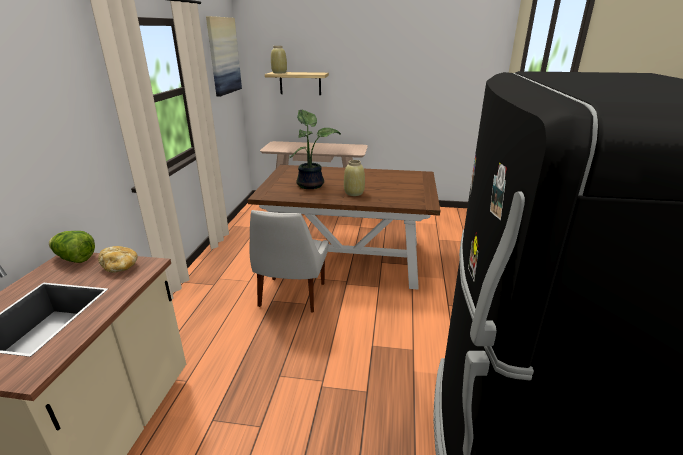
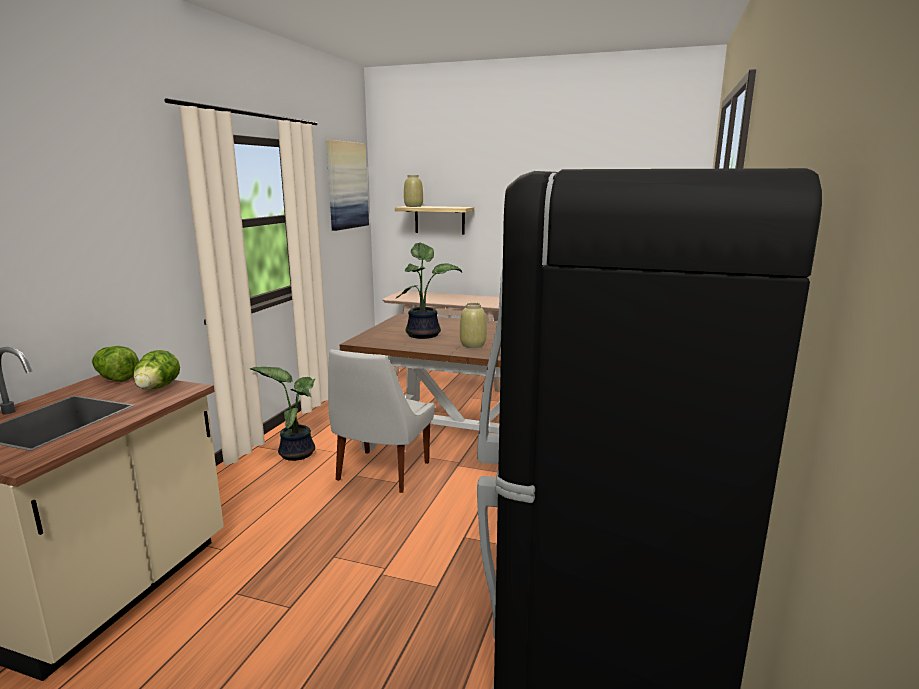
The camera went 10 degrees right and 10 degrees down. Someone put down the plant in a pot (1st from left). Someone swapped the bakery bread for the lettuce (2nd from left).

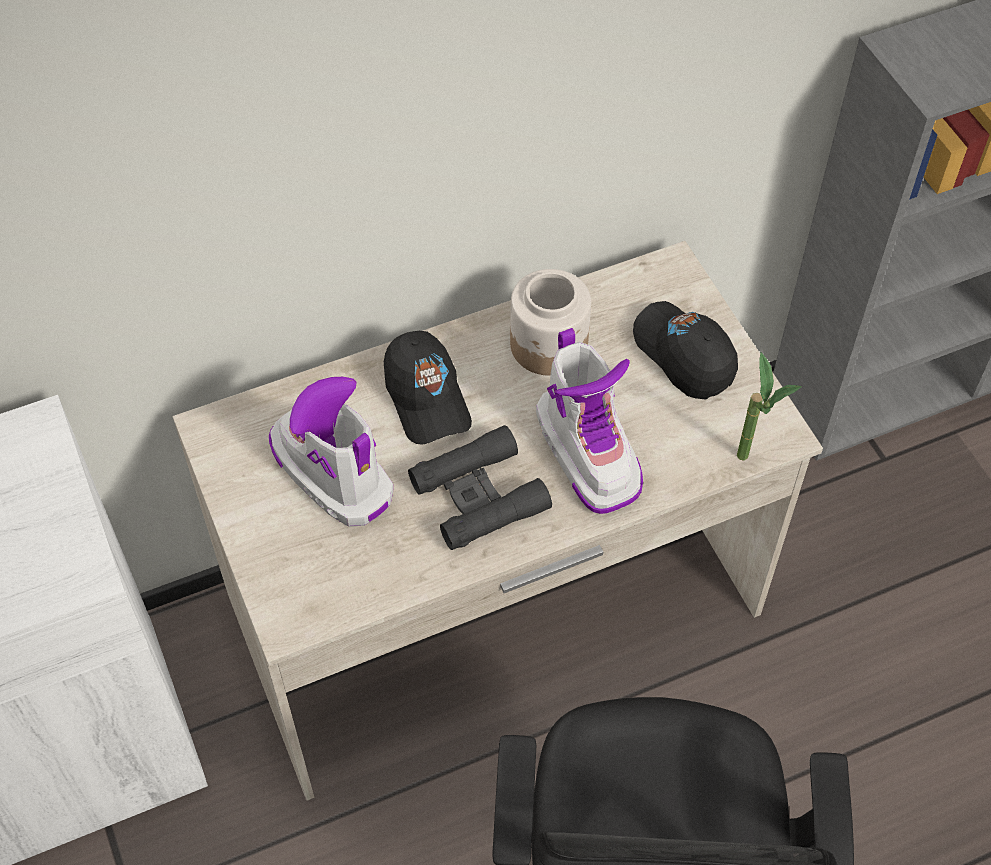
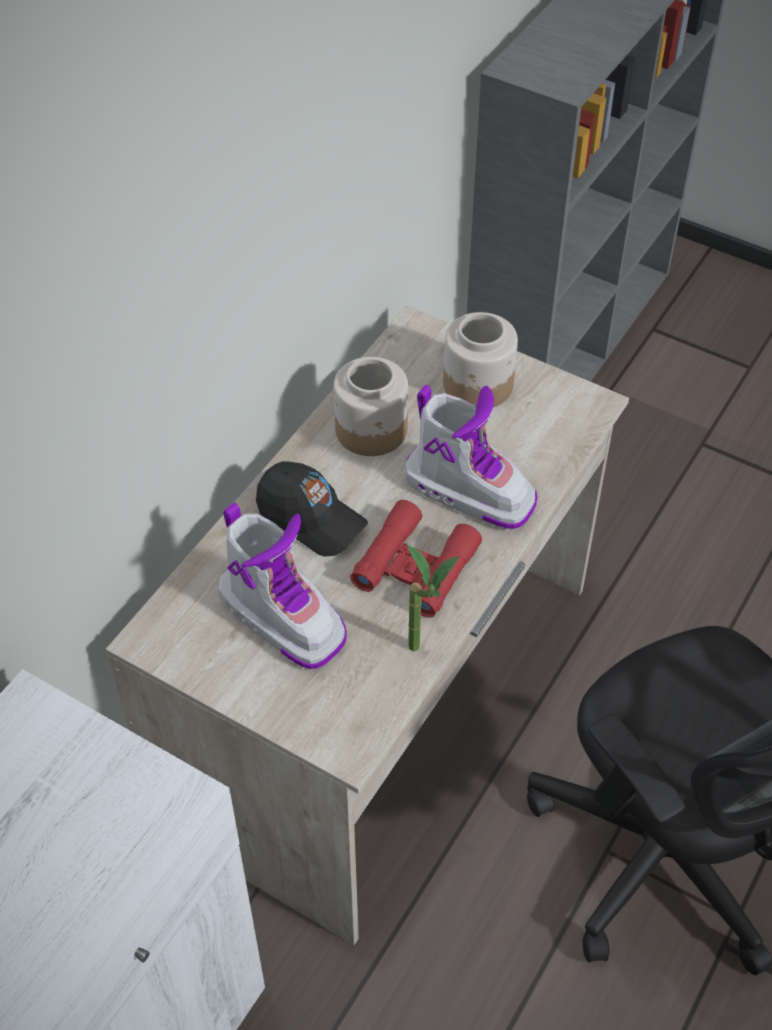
The camera went 35 degrees left and 5 degrees down. Someone carried the plant in a pot. Someone swapped the blackish peaked cap (2nd from left) for the preserve jar (2nd from left). Someone repainted the blackish binoculars, which became the red-coloured binoculars. Someone rotated the boot (1st from left) by 150 degrees counterclockwise.

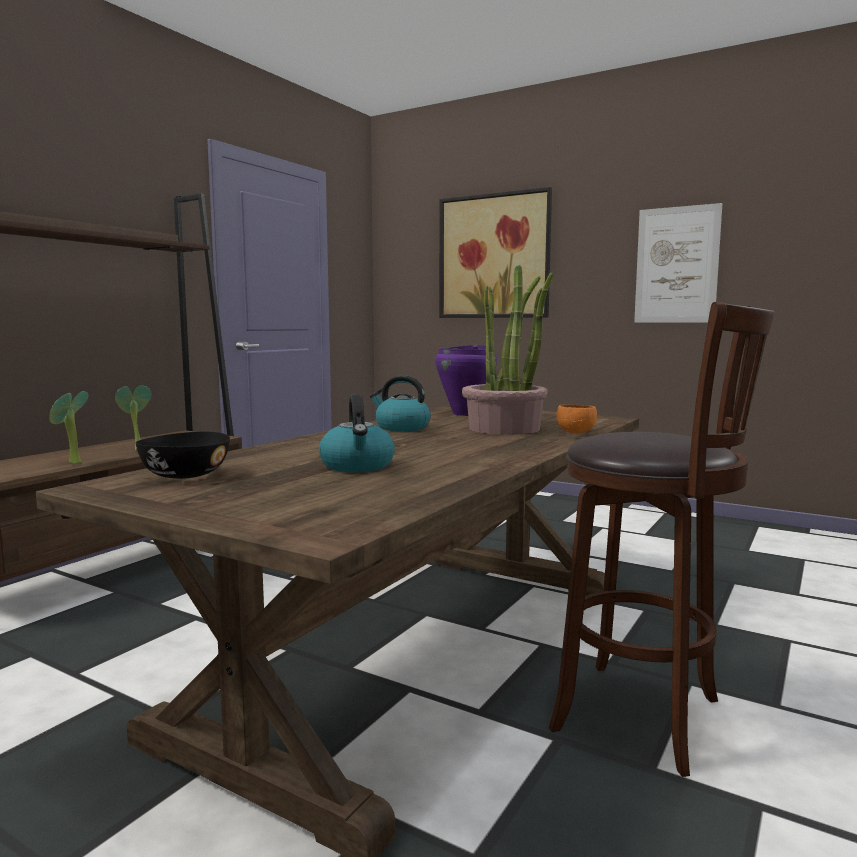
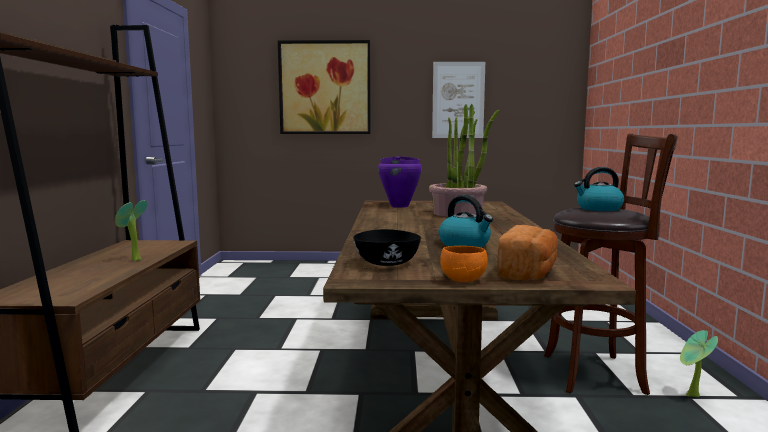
The camera went 30 degrees left and 0 degrees up. Someone put down the bakery bread. Someone carried the plant in a pot (1st from left in the first image). Someone carried the kettle (2nd from left). Someone carried the orange-coloured deep dish.

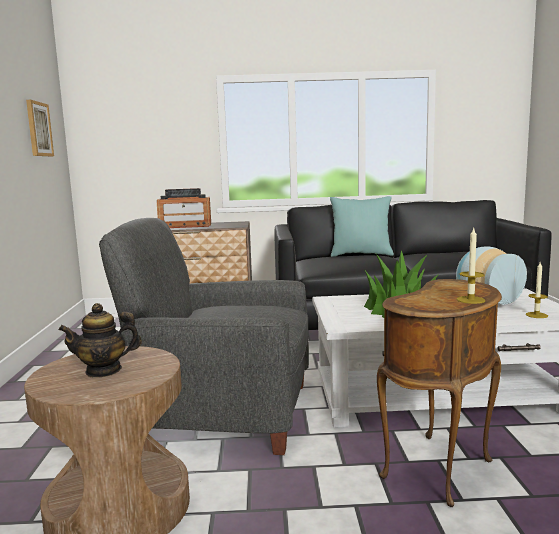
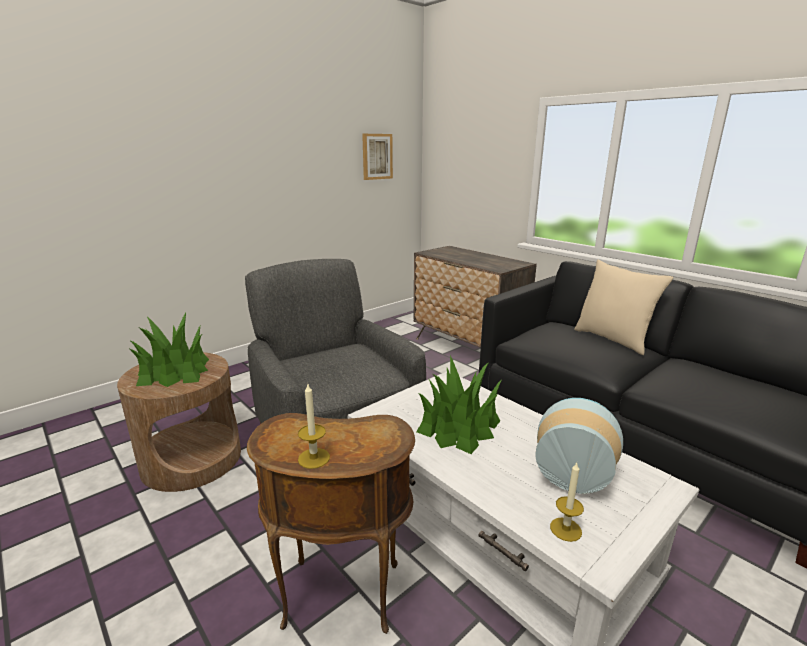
The camera went 50 degrees right and 10 degrees up. Someone took away the radio. Someone swapped the tea pot for the plant in a pot (1st from left). Someone repainted the blue-green pillow, which became the beige-coloured pillow.

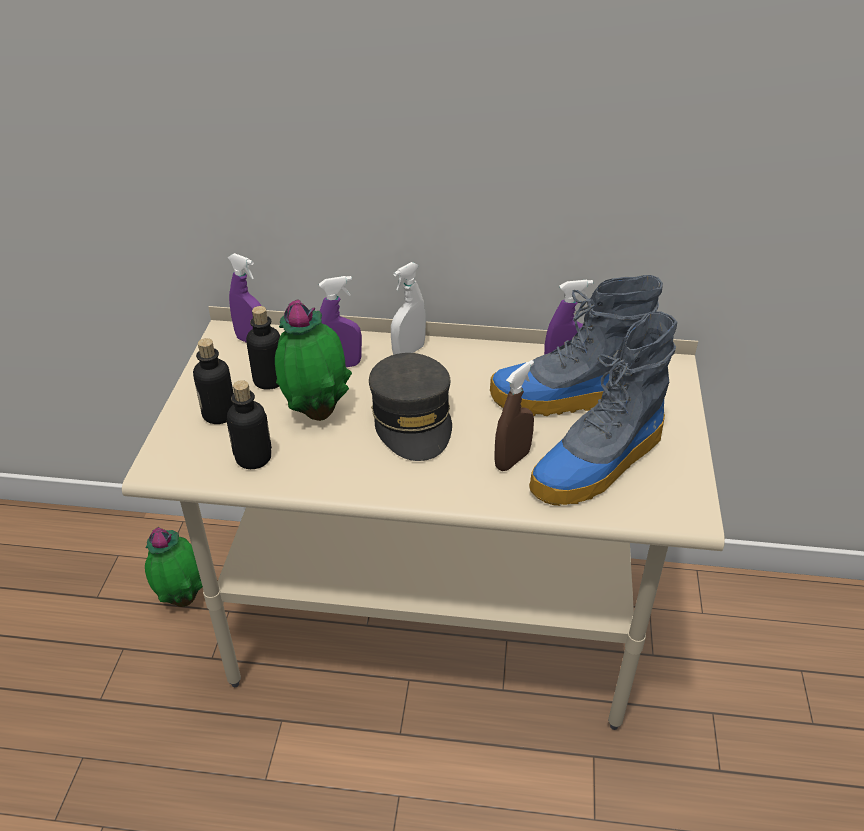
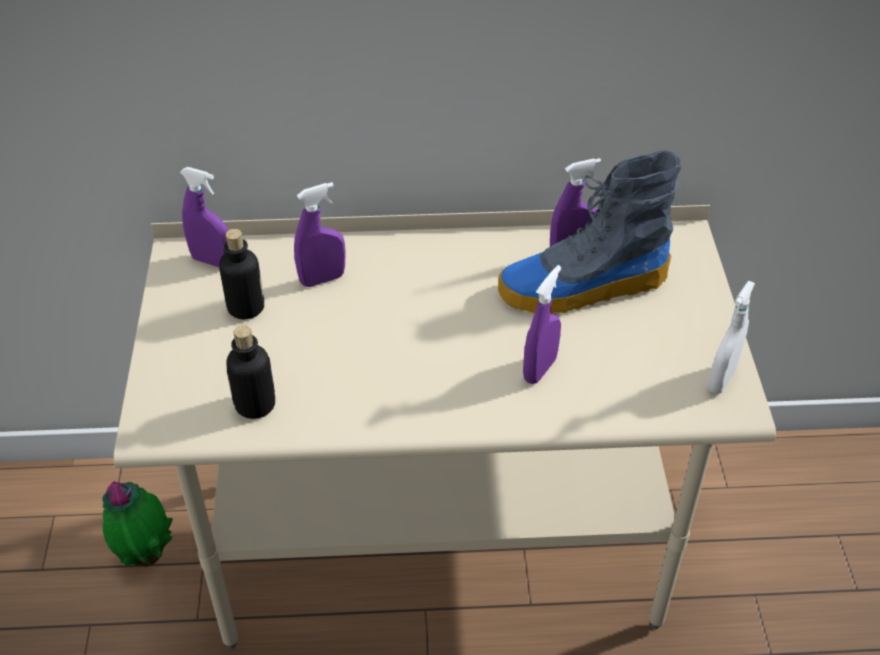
The camera went 10 degrees left and 5 degrees up. Someone took away the drink bottle (1st from left). Someone took away the plant in a pot (2nd from left). Someone took away the gray peaked cap. Someone took away the boot (2nd from left). Someone carried the whitish hand sprayer. Someone repainted the brown hand sprayer, which became the purple hand sprayer (3rd from left).

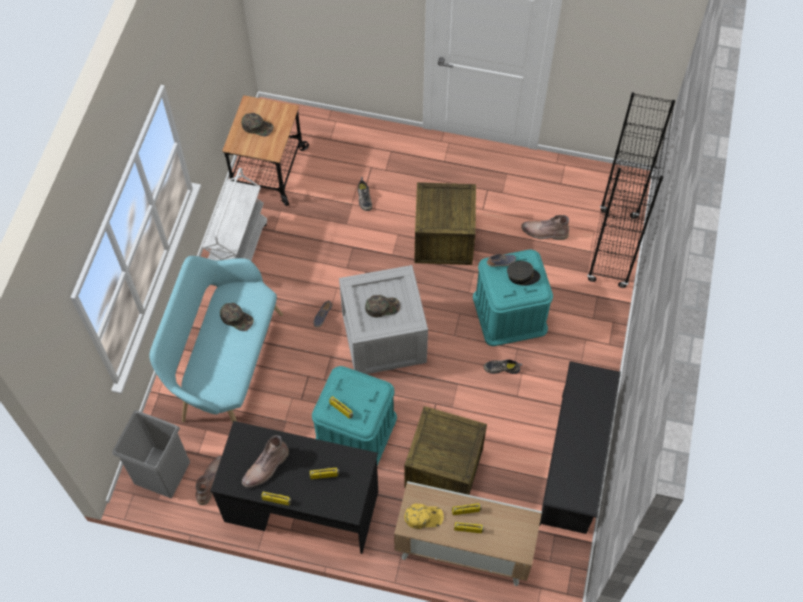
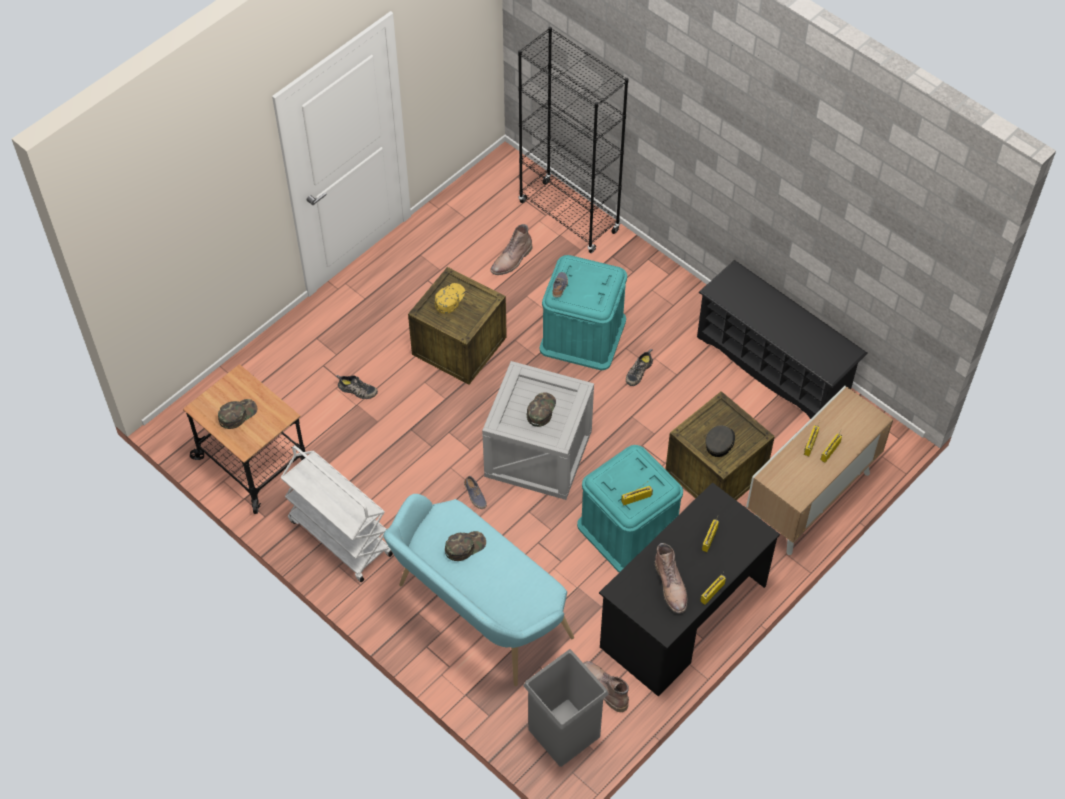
The camera went 60 degrees left and 5 degrees down. Someone carried the yellowish peaked cap. Someone carried the gray peaked cap.

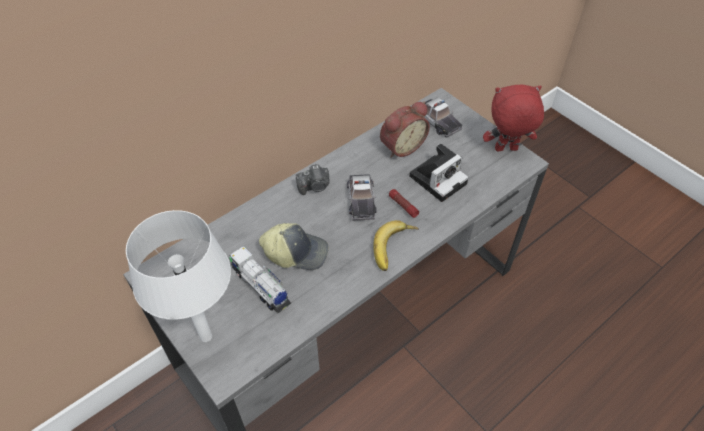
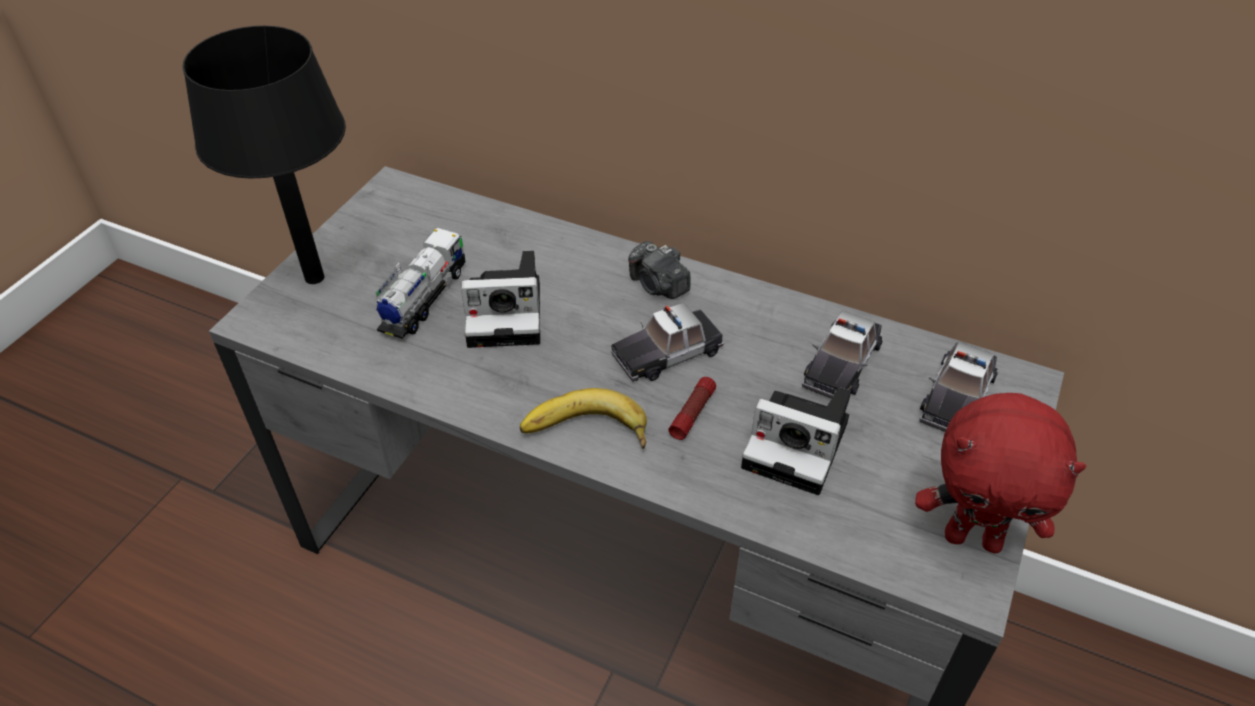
The camera went 65 degrees right and 5 degrees down. Someone swapped the peaked cap for the still camera (1st from left). Someone swapped the table clock for the toy car (2nd from left). Someone repainted the whitish lamp for a table, which became the blackish lamp for a table. Someone rotated the red-coloured plush toy by 135 degrees clockwise.

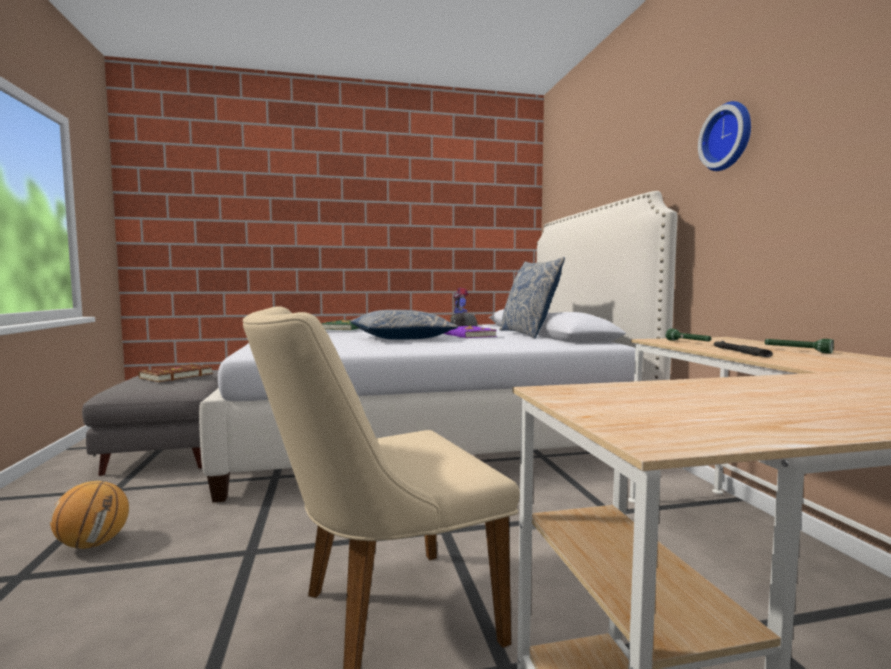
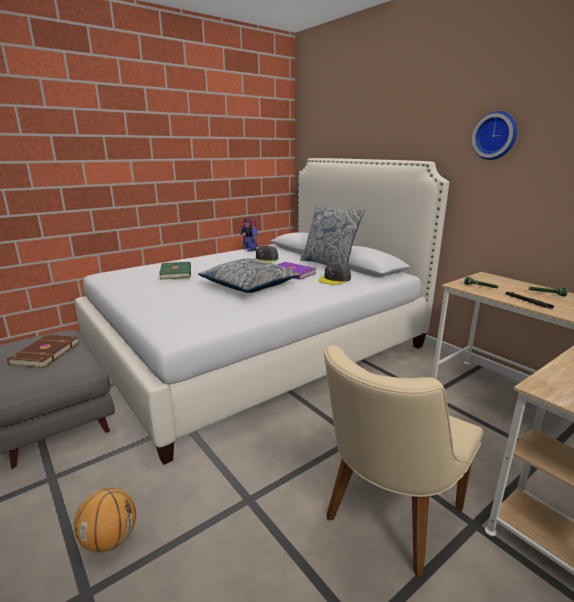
The camera went 25 degrees left and 15 degrees up. Someone put down the gray peaked cap (2nd from left).

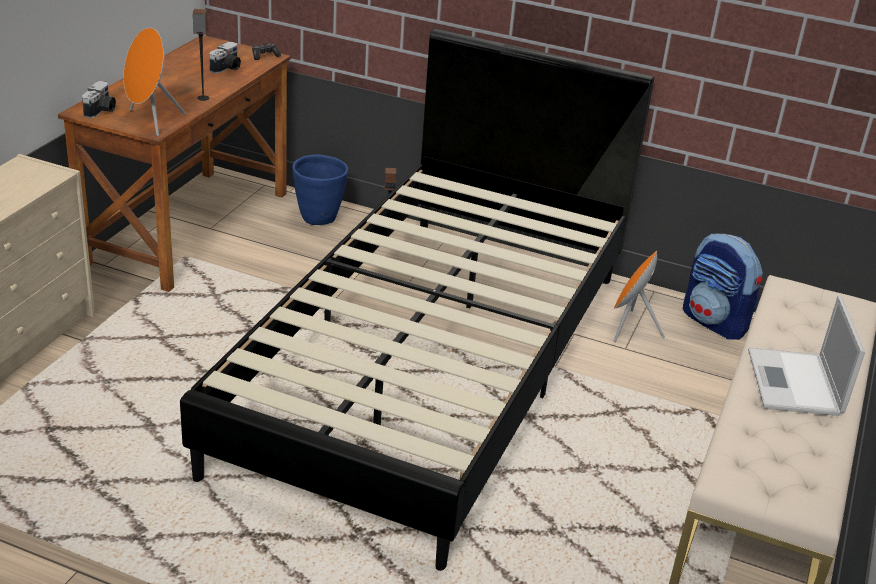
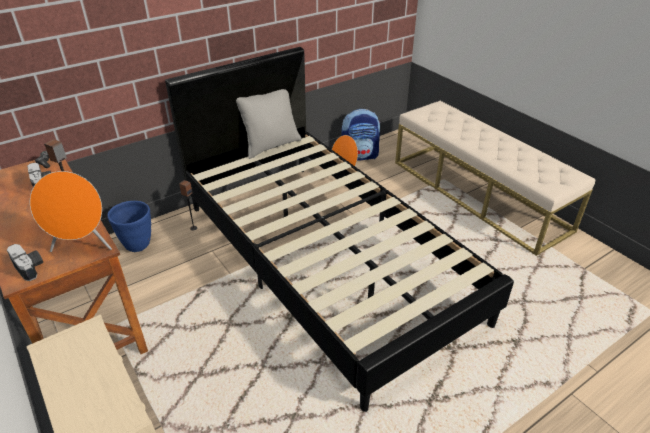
The camera went 55 degrees left and 5 degrees up. Someone took away the notebook computer. Someone put down the gray pillow.

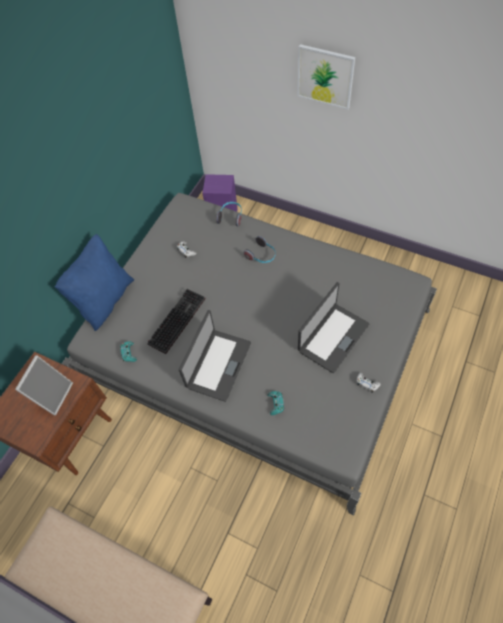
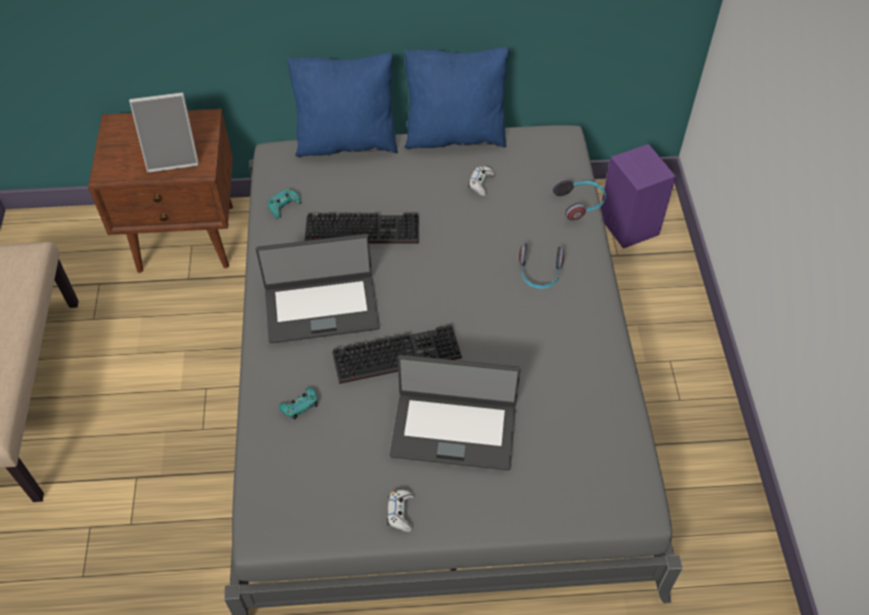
The camera went 55 degrees right and 5 degrees down. Someone took away the picture. Someone put down the keyboard (2nd from left). Someone put down the blue-coloured pillow (2nd from left).

